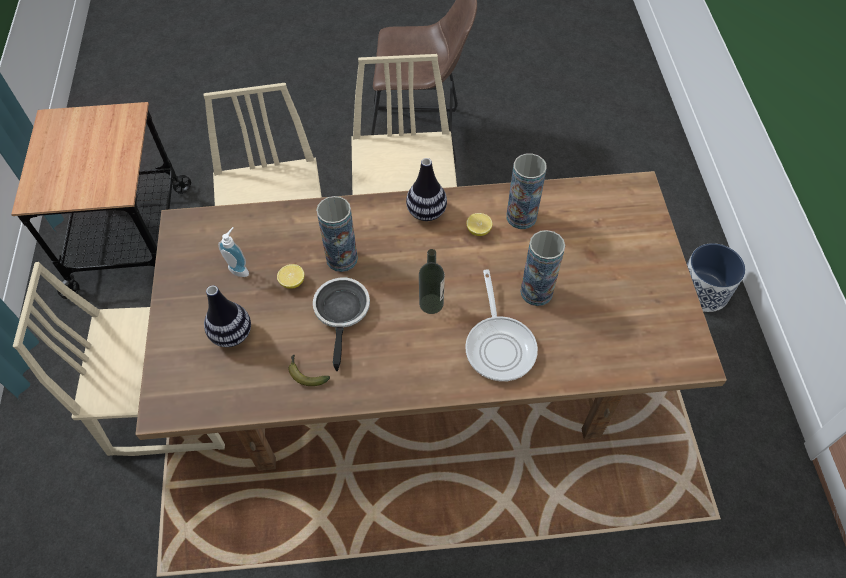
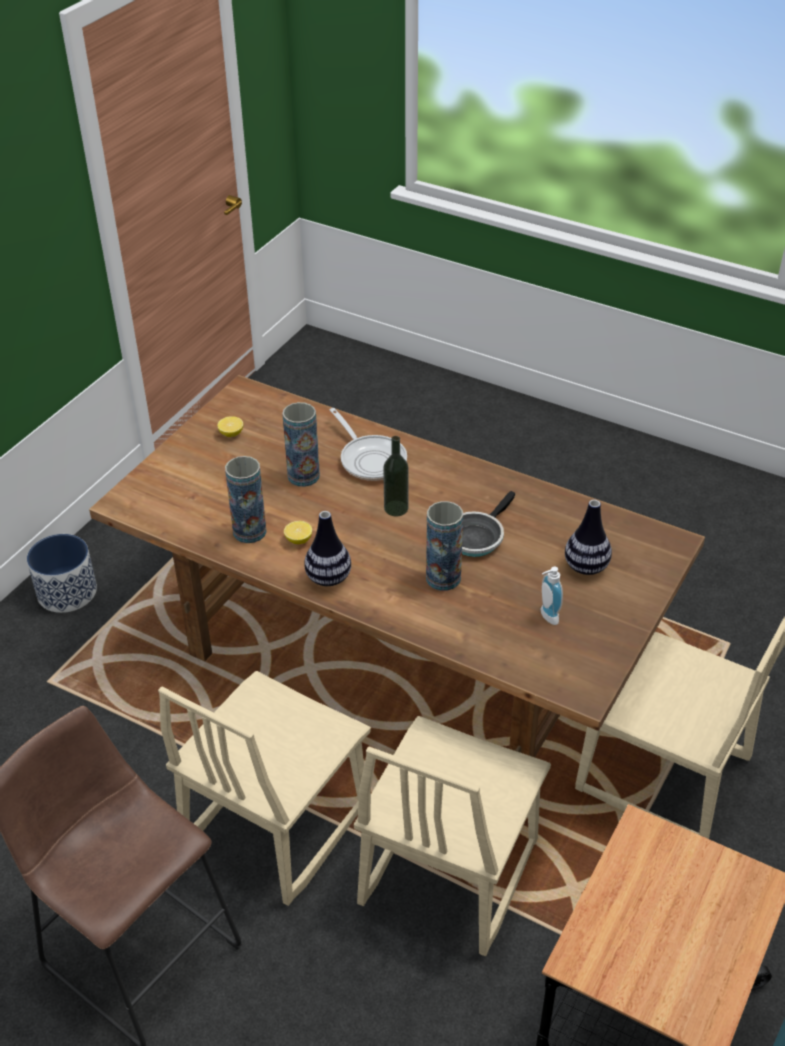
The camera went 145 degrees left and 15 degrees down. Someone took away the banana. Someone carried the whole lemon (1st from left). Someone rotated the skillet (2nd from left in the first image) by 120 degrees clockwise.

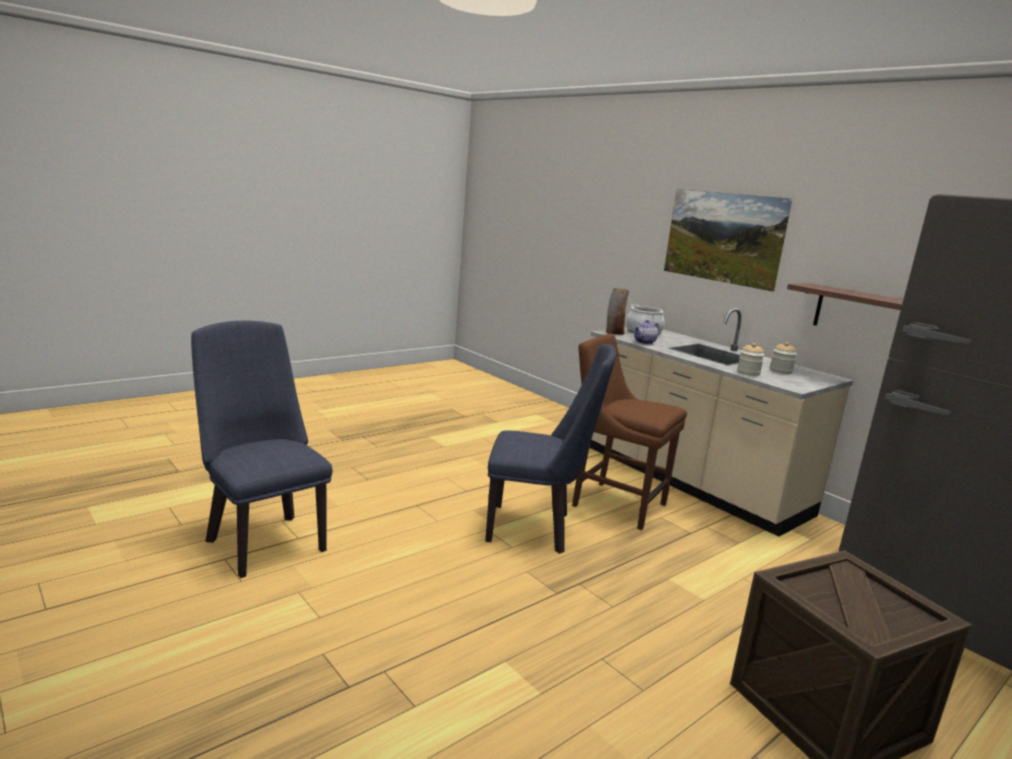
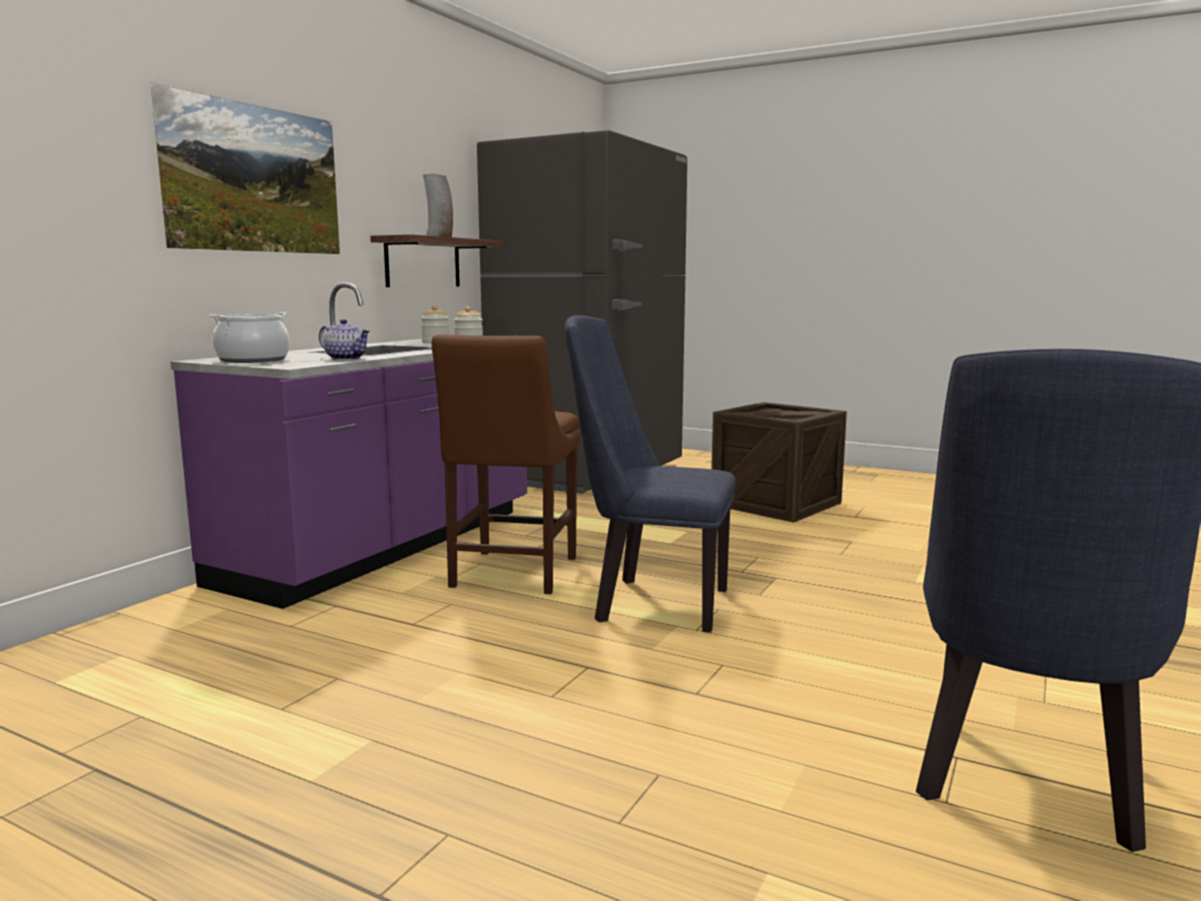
The camera went 110 degrees left and 5 degrees down. Someone carried the flower vase. Someone repainted the beige-coloured kitchen counter, which became the purple kitchen counter. Someone rotated the blue-coloured chair (2nd from left in the first image) by 60 degrees counterclockwise.

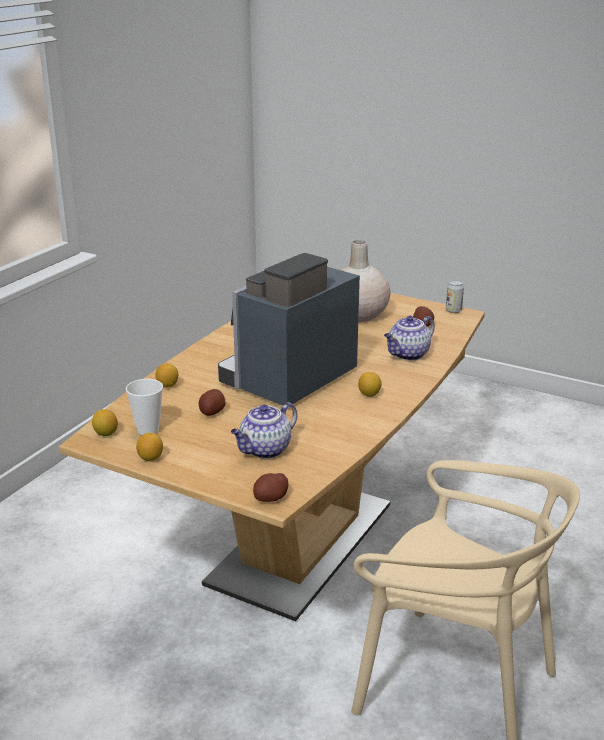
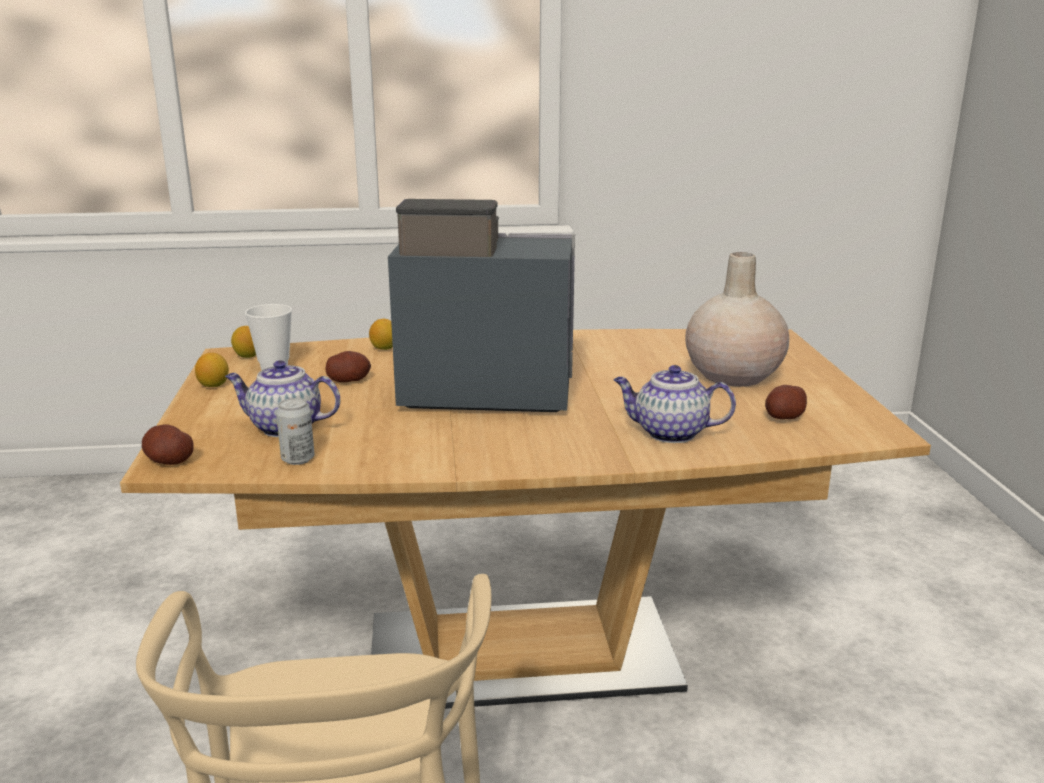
The camera went 55 degrees right and 5 degrees down. Someone took away the whole lemon (4th from left). Someone carried the sealed can.

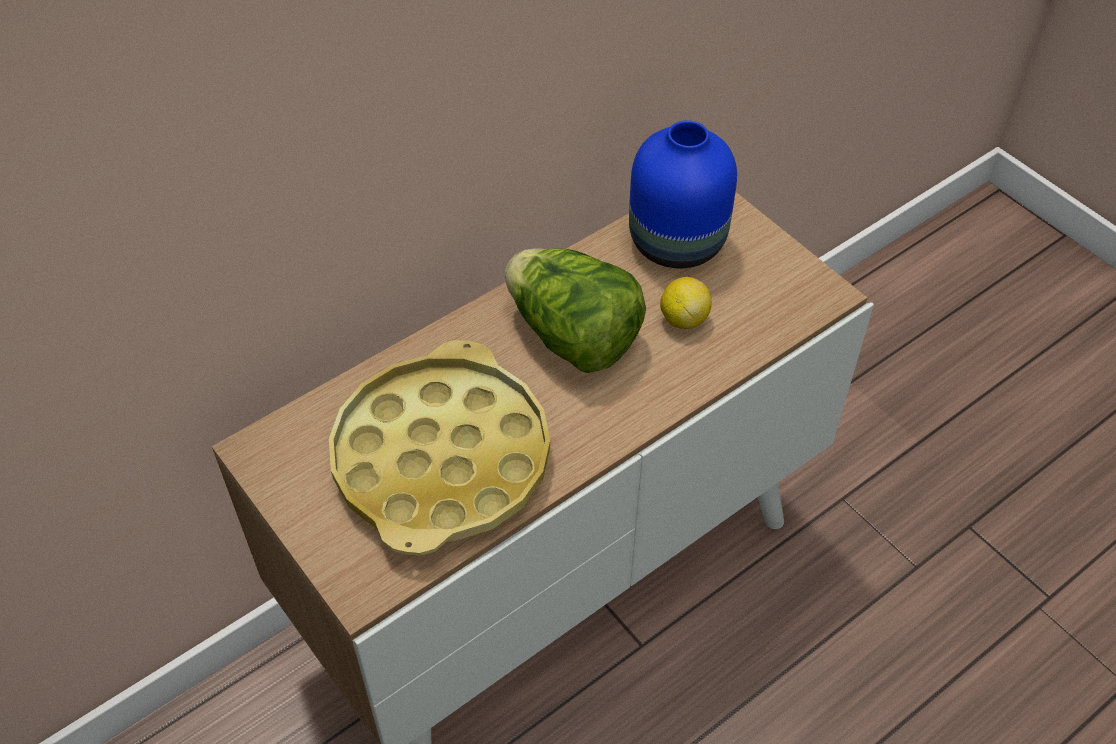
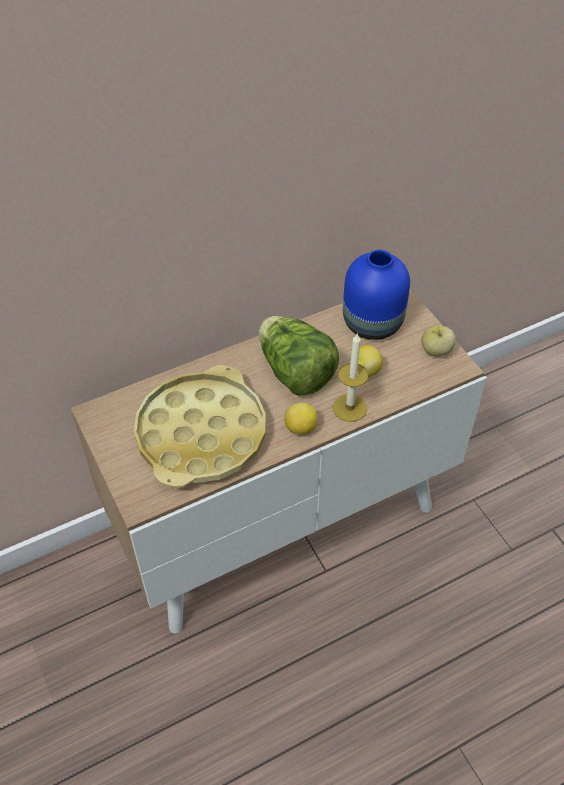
The camera went 10 degrees right and 0 degrees up. Someone put down the whole lemon (1st from left). Someone put down the wax light. Someone put down the whole apple.

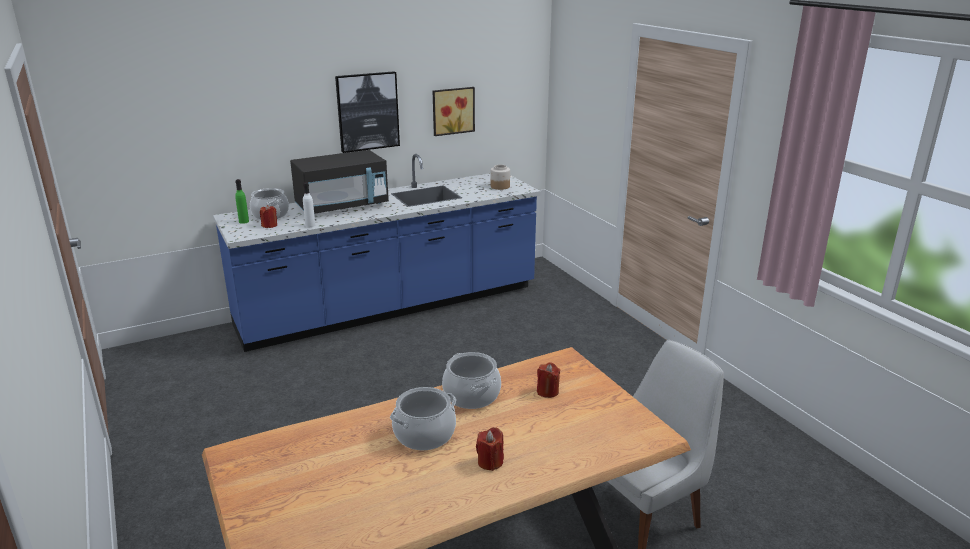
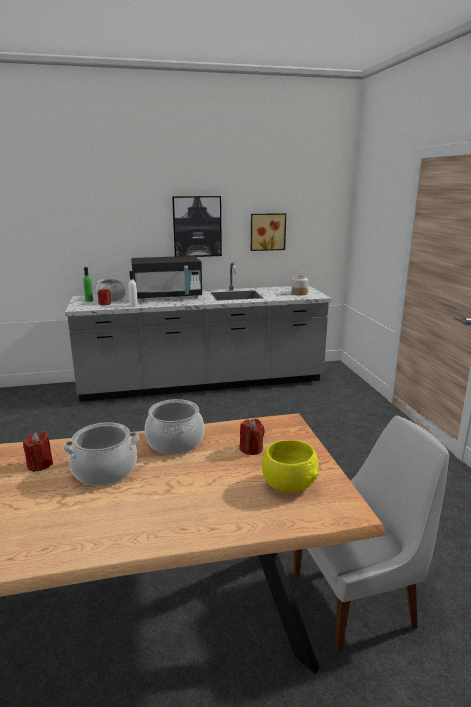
The camera went 15 degrees right and 5 degrees down. Someone put down the yellowish deep dish. Someone carried the red-coloured wax light (2nd from left in the first image). Someone repainted the blue-coloured kitchen counter, which became the gray kitchen counter.

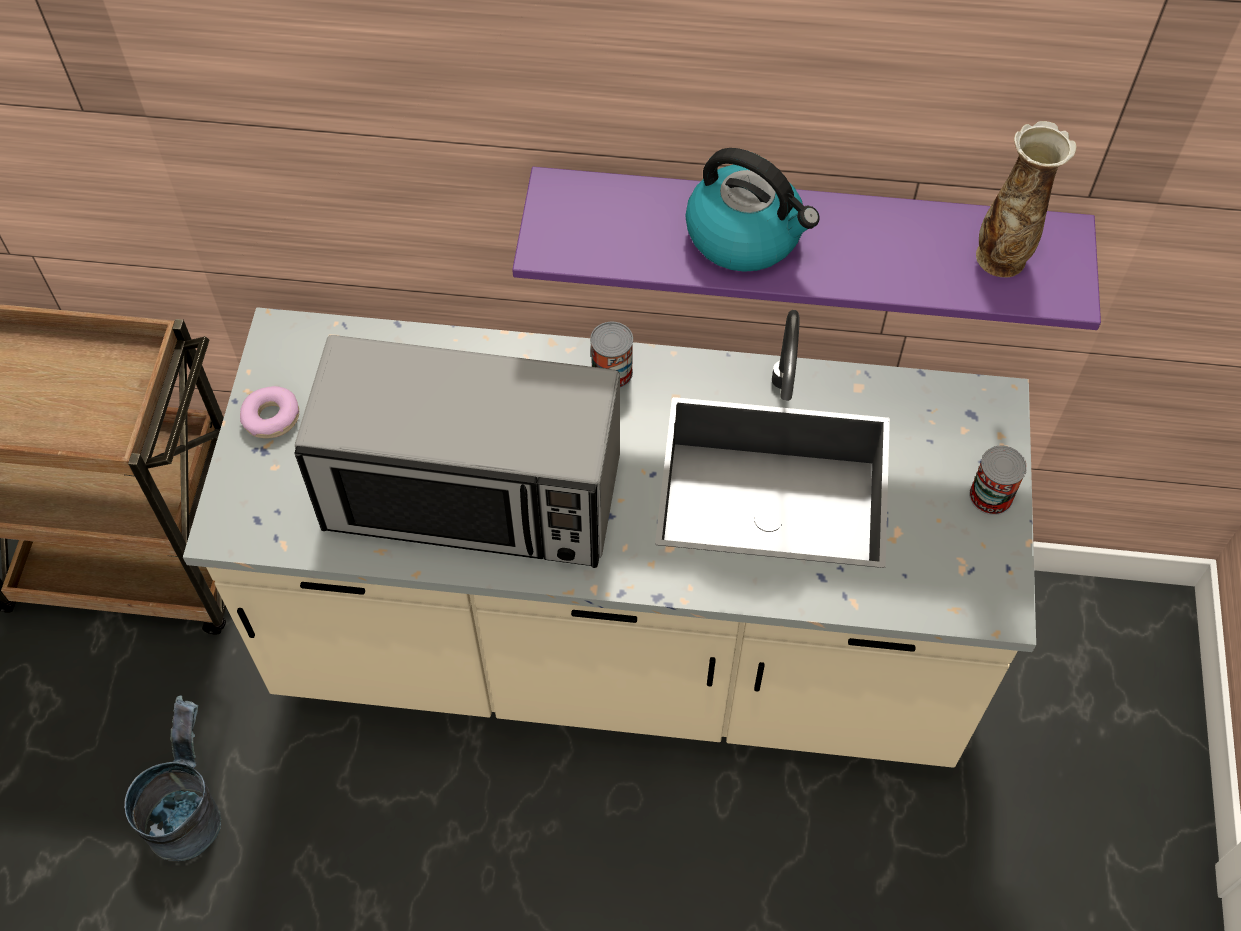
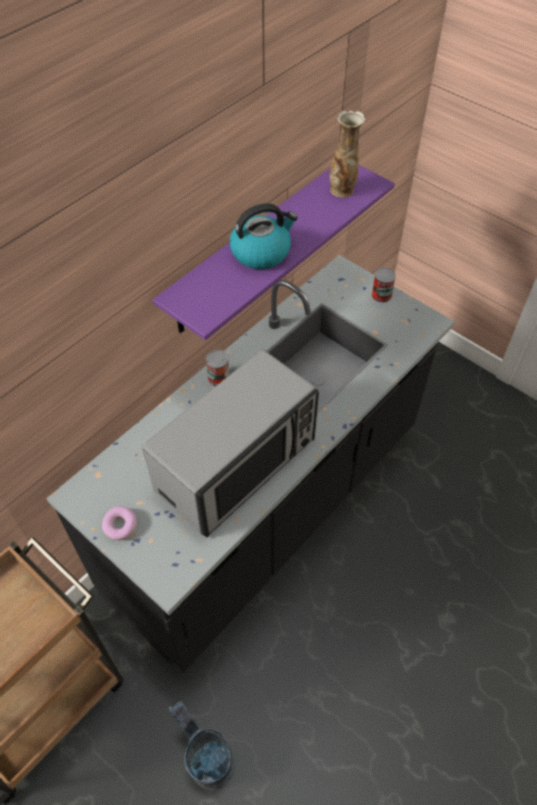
The camera went 55 degrees left and 5 degrees down. Someone repainted the beige-coloured kitchen counter, which became the blackish kitchen counter.

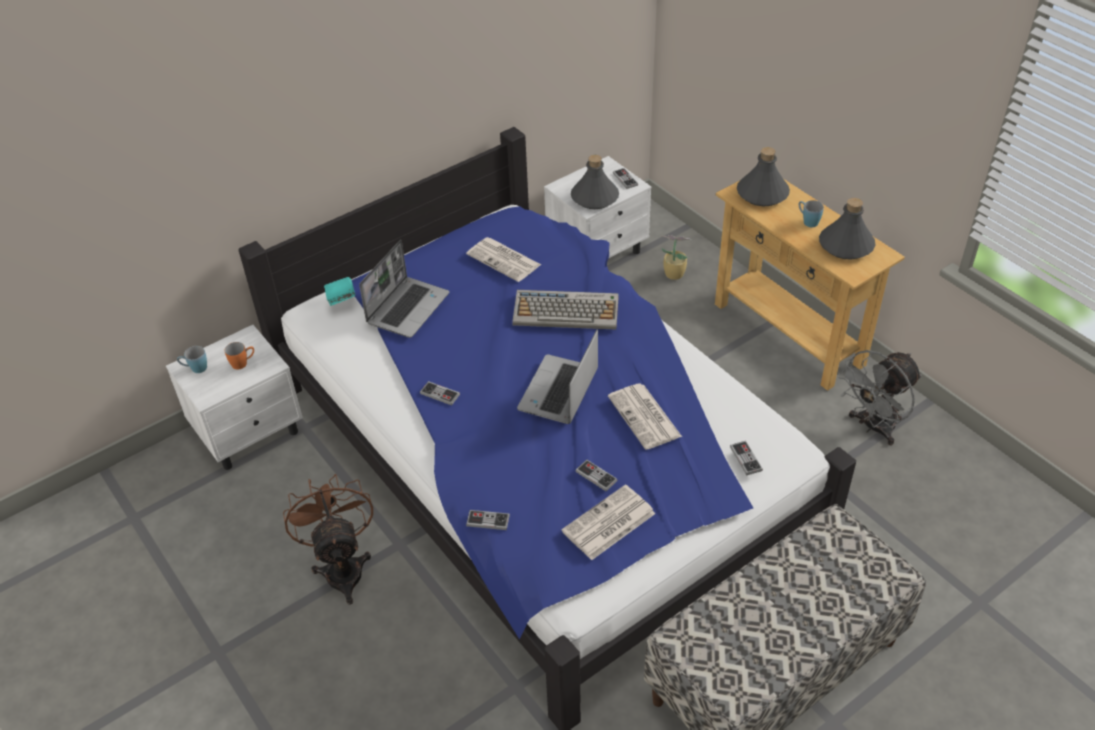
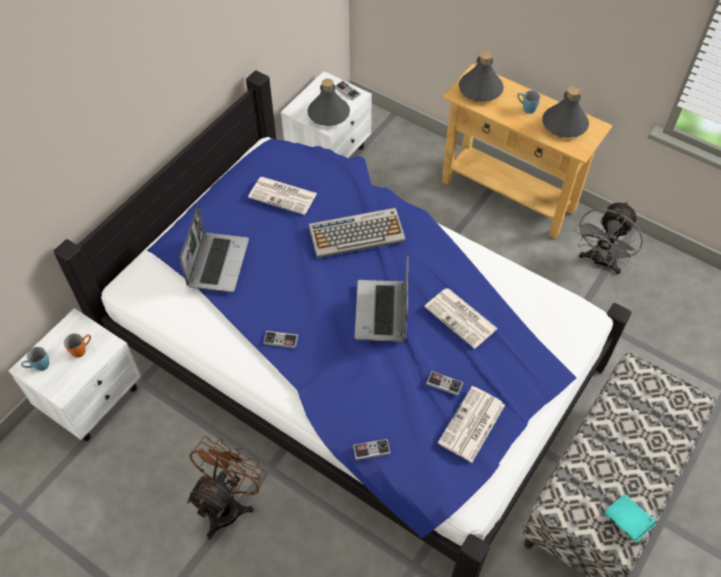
The camera went 20 degrees left and 10 degrees up. Someone took away the plant in a pot. Someone took away the joypad (5th from left). Someone carried the blue-green volume. Someone rotated the brown cooling fan by 60 degrees clockwise.

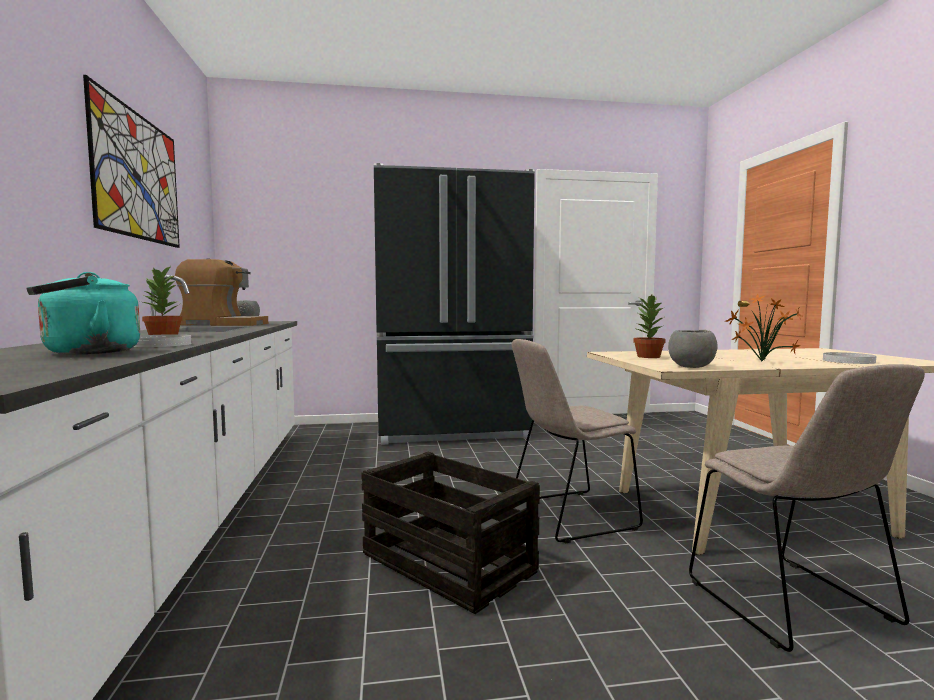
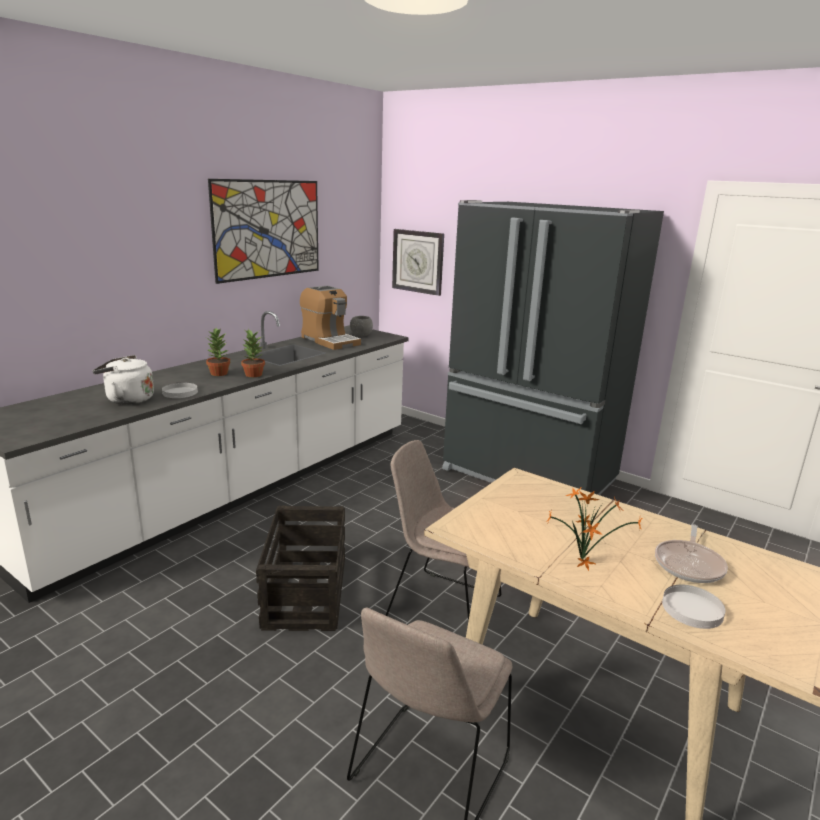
The camera went 45 degrees right and 15 degrees up. Someone took away the gray deep dish (2nd from left). Someone put up the wall clock. Someone put down the skillet. Someone carried the plant in a pot (2nd from left). Someone repainted the blue-green kettle, which became the whitish kettle.

